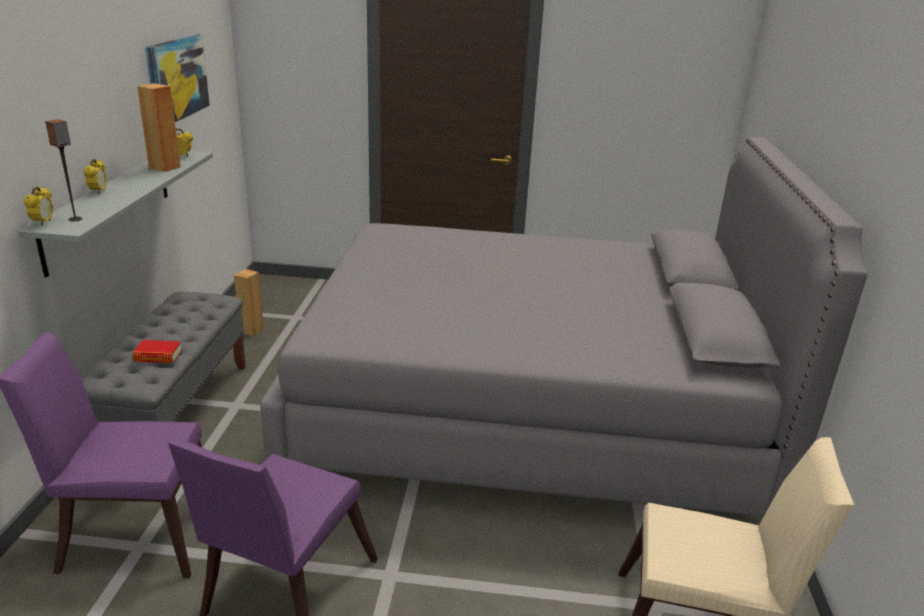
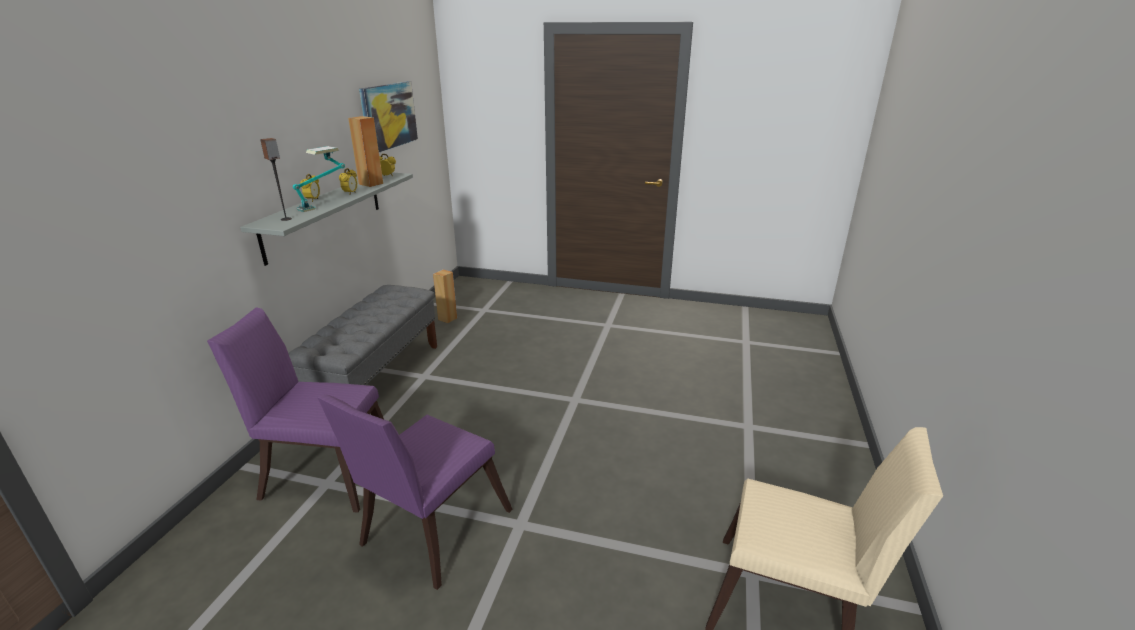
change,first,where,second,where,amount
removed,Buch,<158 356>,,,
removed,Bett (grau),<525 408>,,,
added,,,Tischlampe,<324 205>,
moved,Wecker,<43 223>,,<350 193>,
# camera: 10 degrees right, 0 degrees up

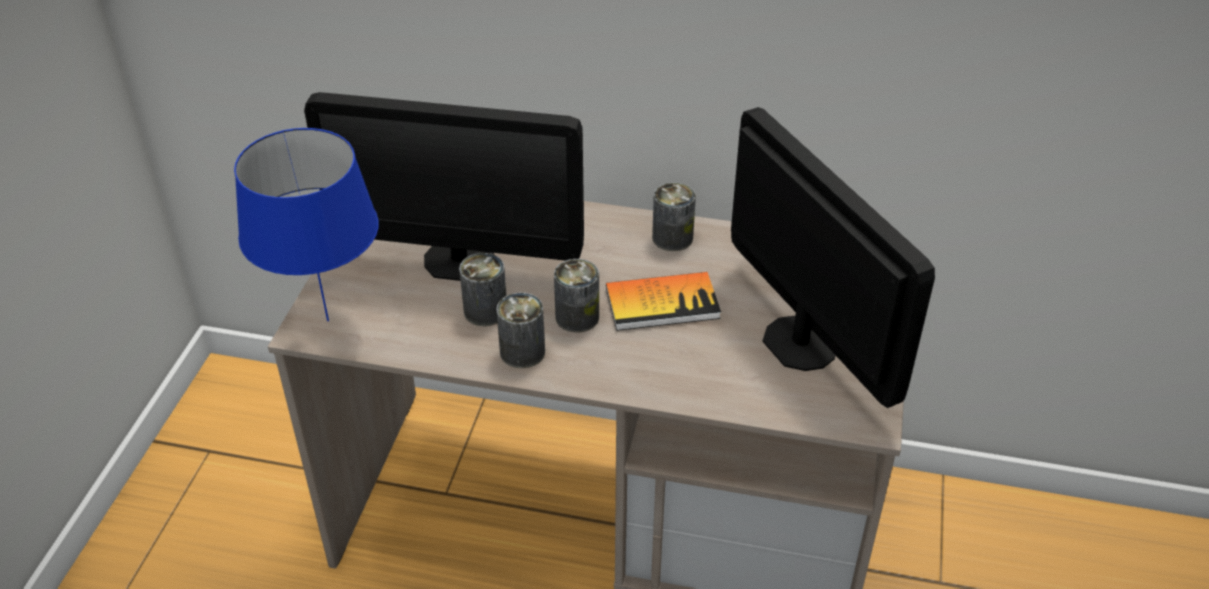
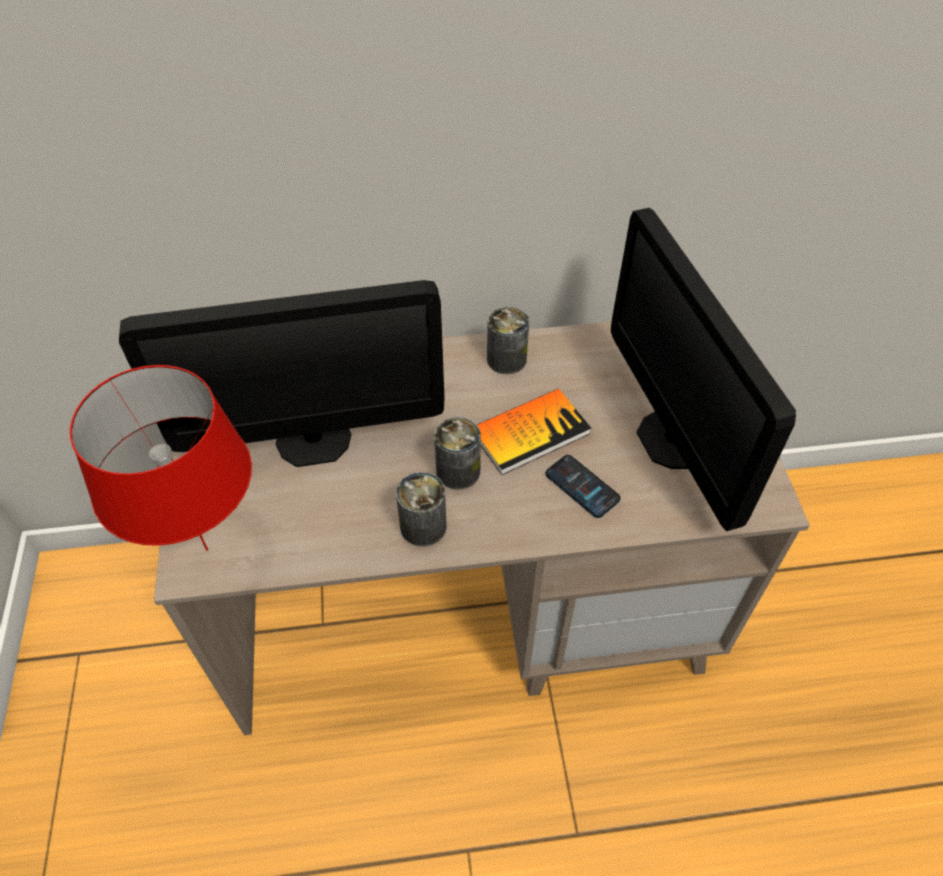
change,first,where,second,where,amount
removed,Dose,<485 311>,,,
added,,,Handy,<582 486>,
recoloured,Tischlampe (blau),<326 320>,Tischlampe (rot),<205 549>,
turned,Monitor,<800 343>,,<672 439>,150 degrees counterclockwise
# camera: 20 degrees left, 10 degrees up

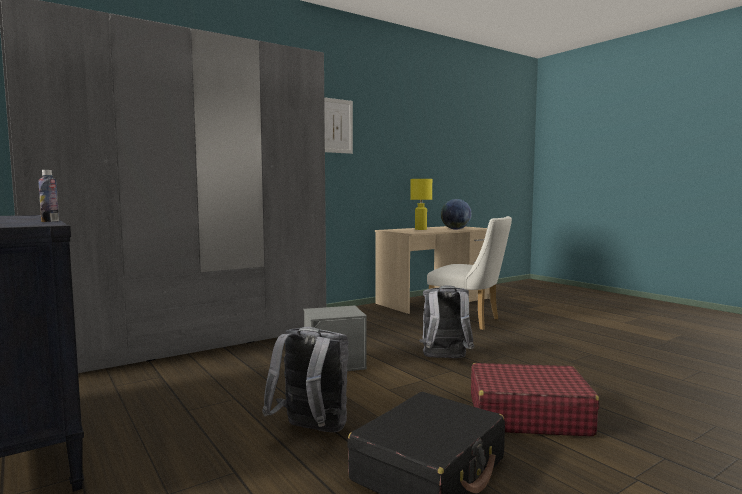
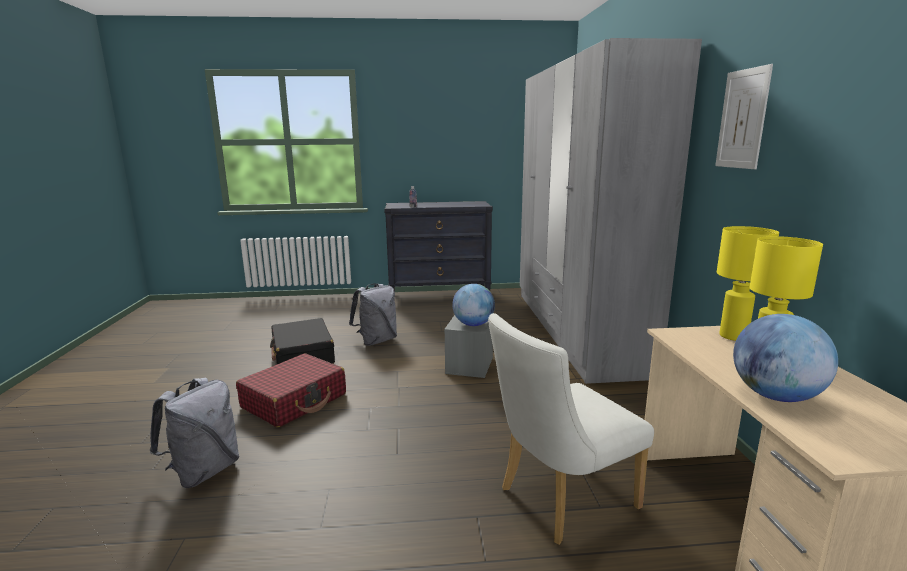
change,first,where,second,where,amount
added,,,Globus,<473 324>,
added,,,Tischlampe (gelb),<733 336>,
moved,Rucksack (grau),<445 359>,,<204 471>,
# camera: 120 degrees right, 10 degrees up

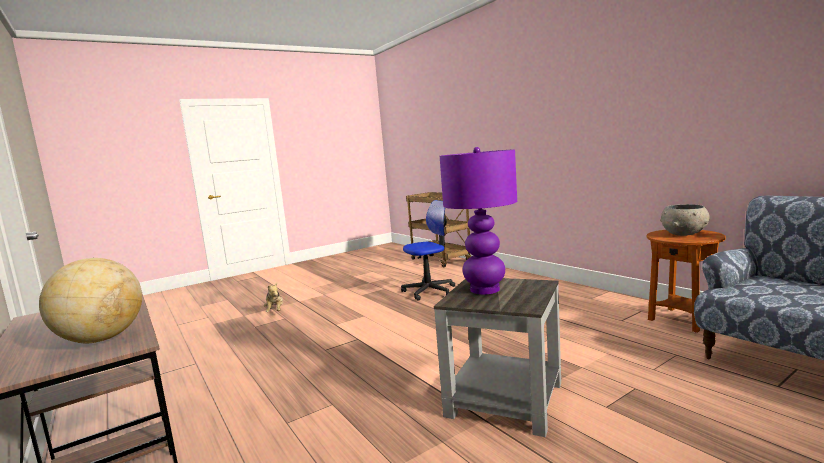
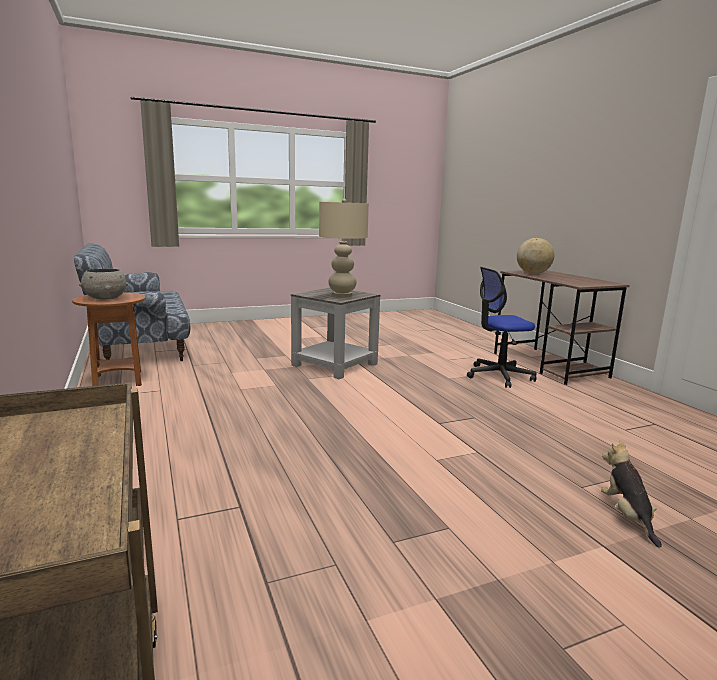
change,first,where,second,where,amount
moved,Bürostuhl,<429 291>,,<499 376>,
recoloured,Tischlampe (lila),<485 289>,Tischlampe (beige),<341 295>,
# camera: 170 degrees left, 5 degrees up

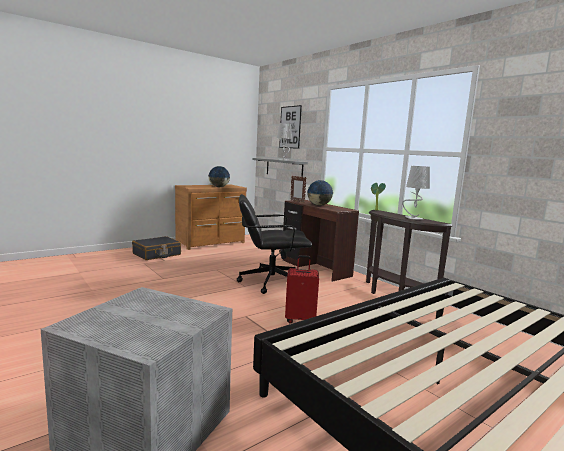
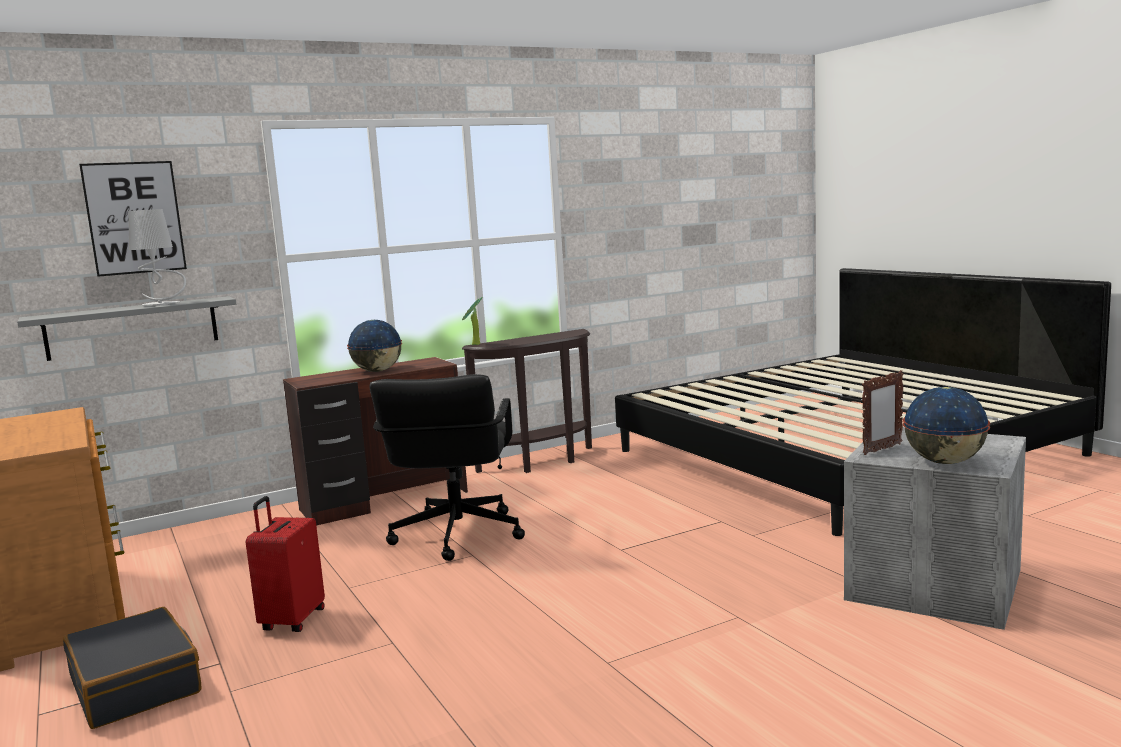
change,first,where,second,where,amount
removed,Tischlampe (grau),<412 218>,,,
moved,Globus,<219 187>,,<945 462>,
moved,Koffer (rot),<300 319>,,<291 621>,
moved,Bilderrahmen,<297 201>,,<882 449>,
# camera: 80 degrees left, 0 degrees up

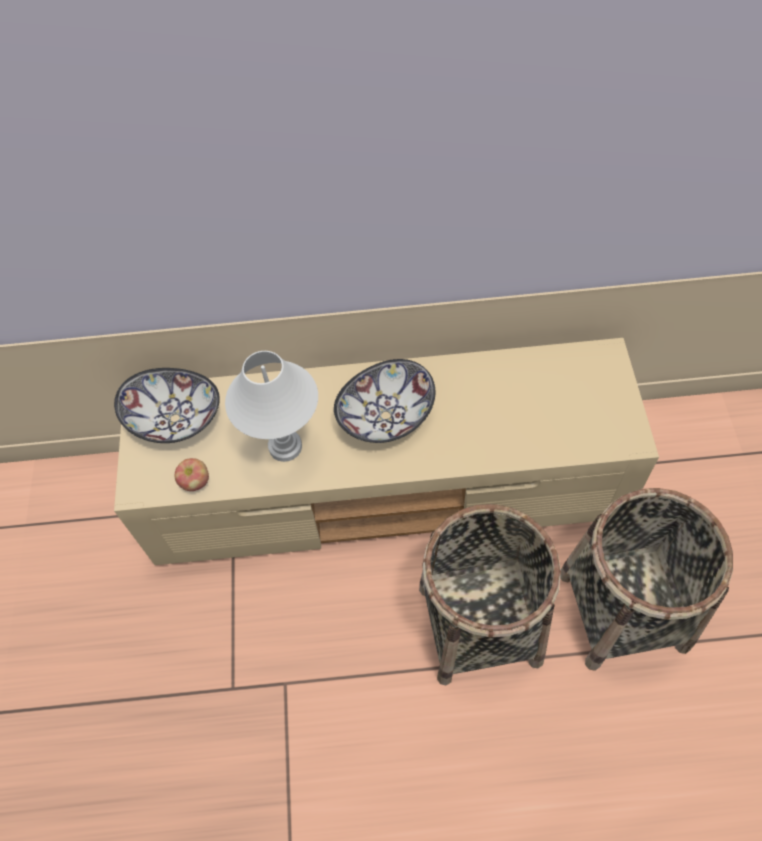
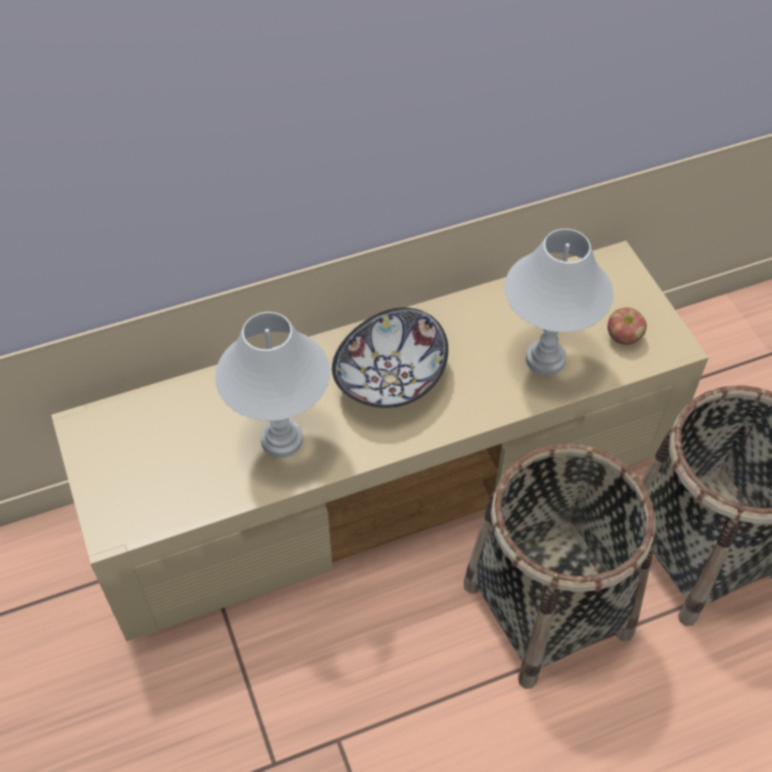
change,first,where,second,where,amount
removed,Schüssel,<174 419>,,,
added,,,Tischlampe (weiß),<546 359>,
moved,Apfel,<195 482>,,<623 337>,
# camera: 20 degrees left, 5 degrees down

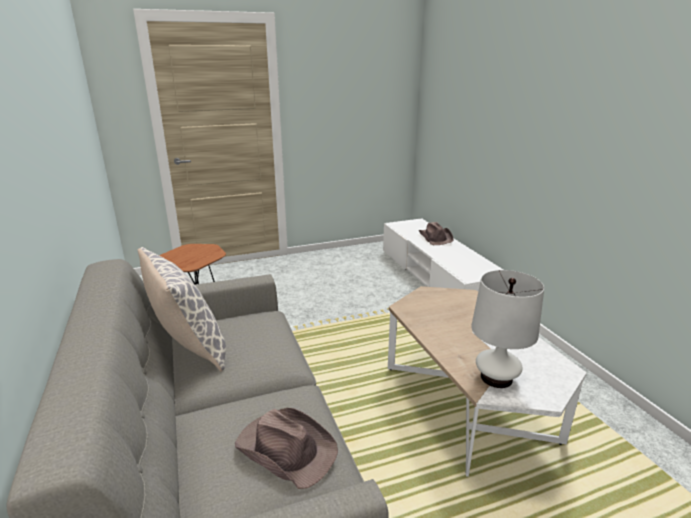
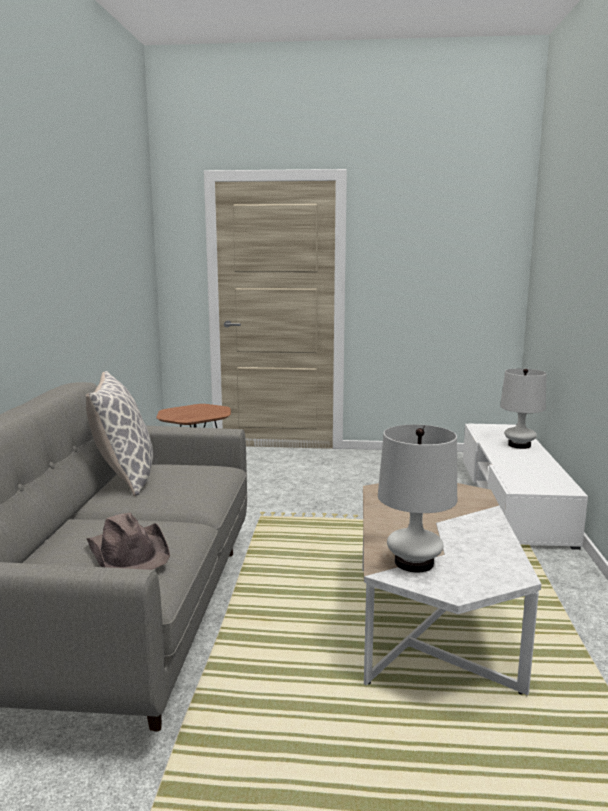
change,first,where,second,where,amount
replaced,Hut (braun),<435 238>,Tischlampe (weiß),<519 445>,
# camera: 25 degrees right, 10 degrees down

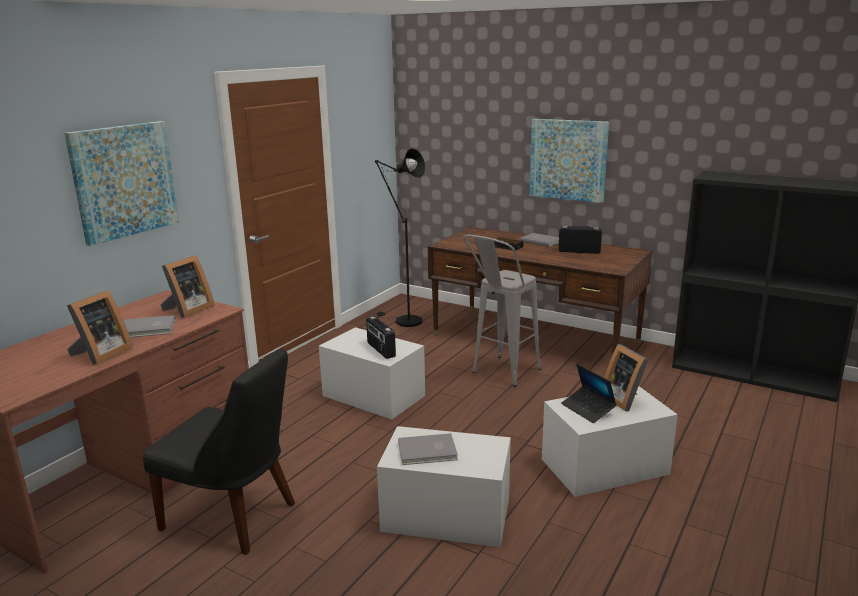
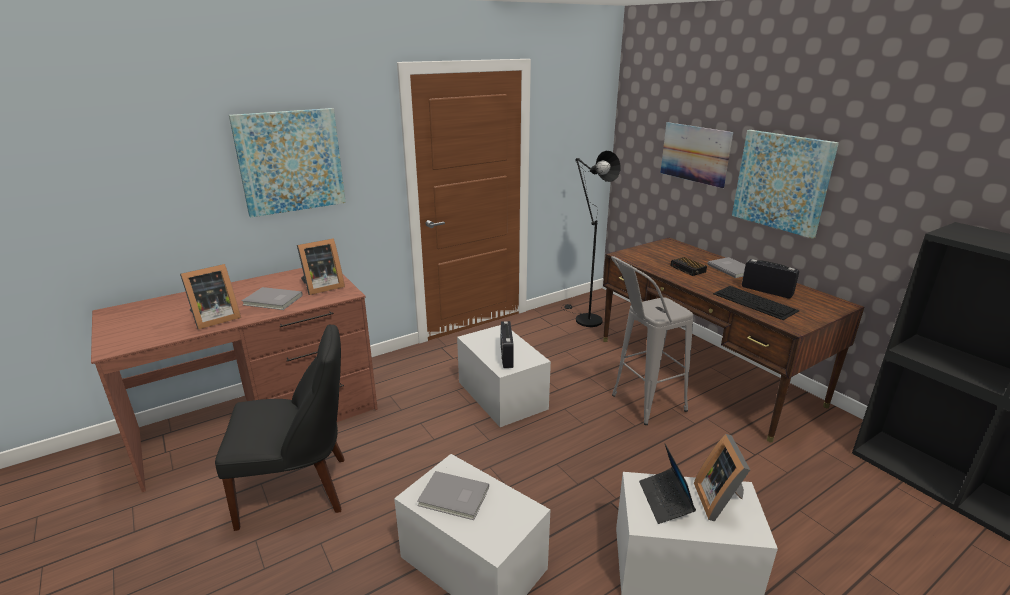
change,first,where,second,where,amount
added,,,Bild,<695 154>,
added,,,Tastatur,<755 302>,
turned,Stuhl (schwarz),<234 517>,,<300 490>,60 degrees counterclockwise
# camera: 25 degrees right, 5 degrees up

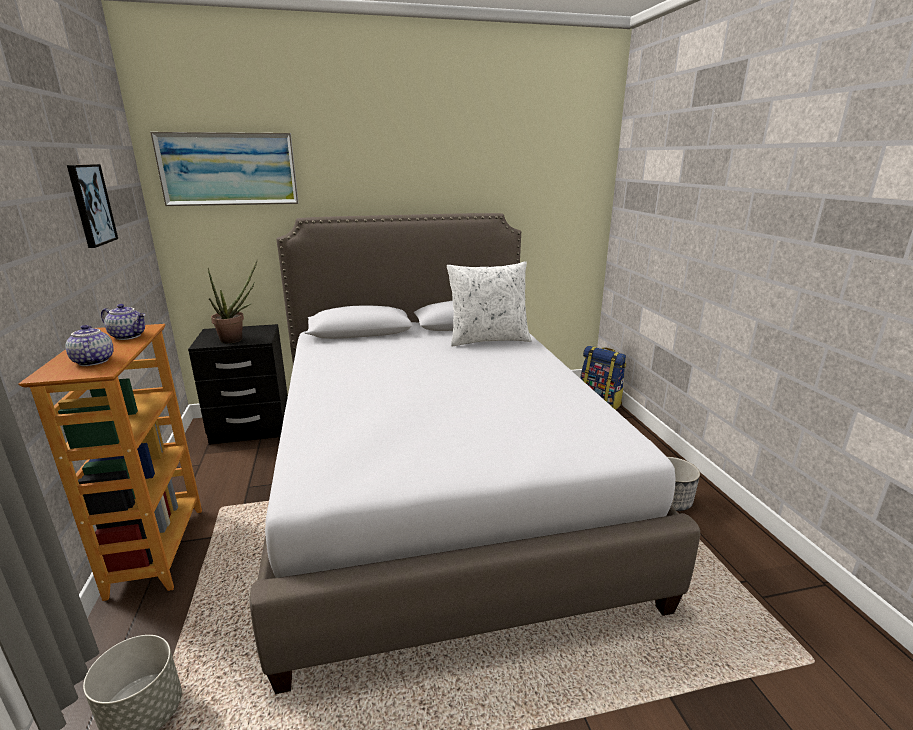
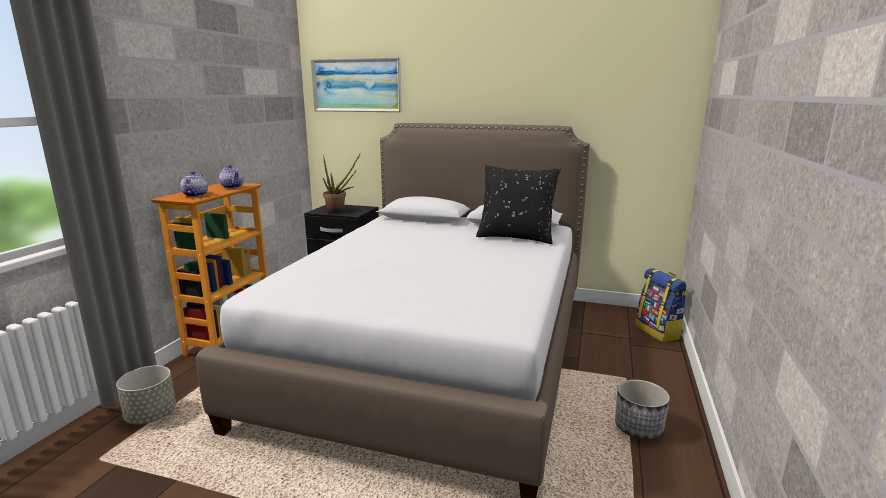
change,first,where,second,where,amount
removed,Bild,<91 205>,,,
recoloured,Kissen (weiß),<488 340>,Kissen (schwarz),<516 237>,
# camera: 30 degrees right, 5 degrees down

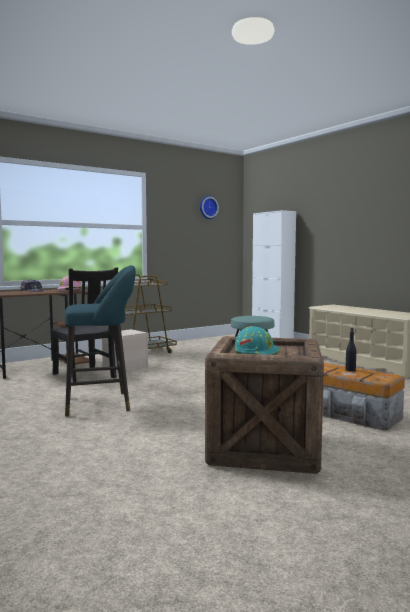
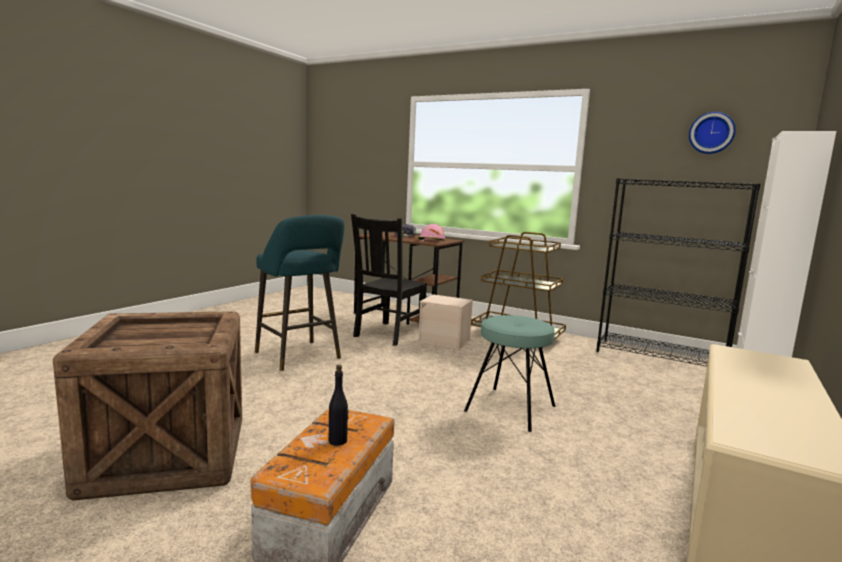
change,first,where,second,where,amount
removed,Schutzhelm (türkis),<257 353>,,,
added,,,Bücherregal (schwarz),<660 357>,
# camera: 65 degrees right, 5 degrees up

